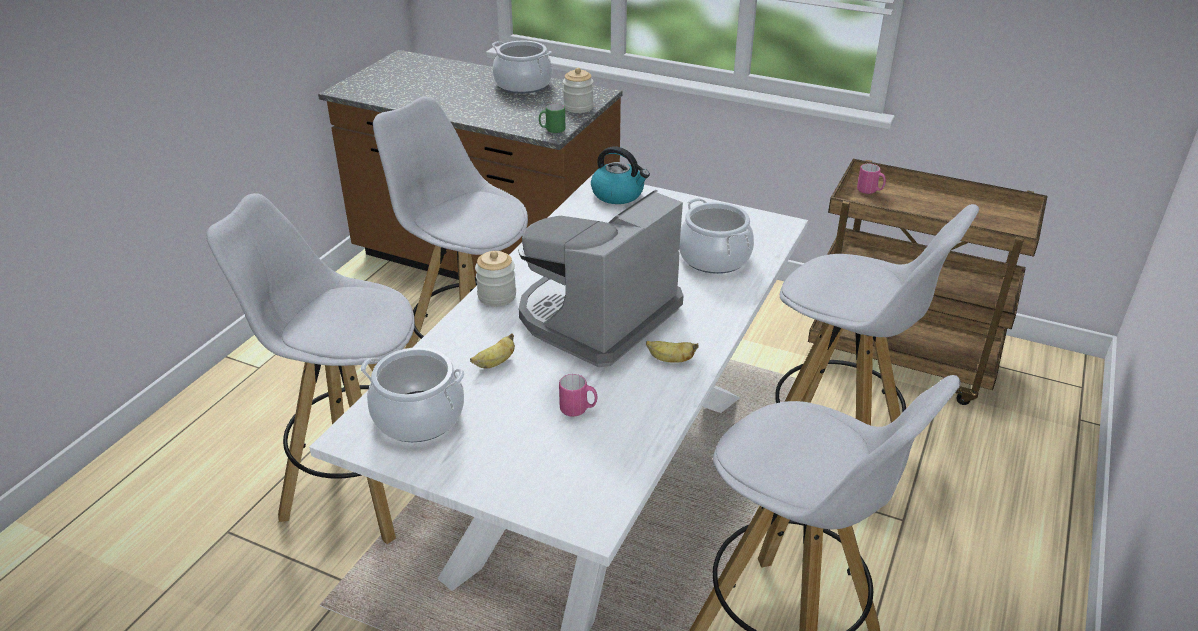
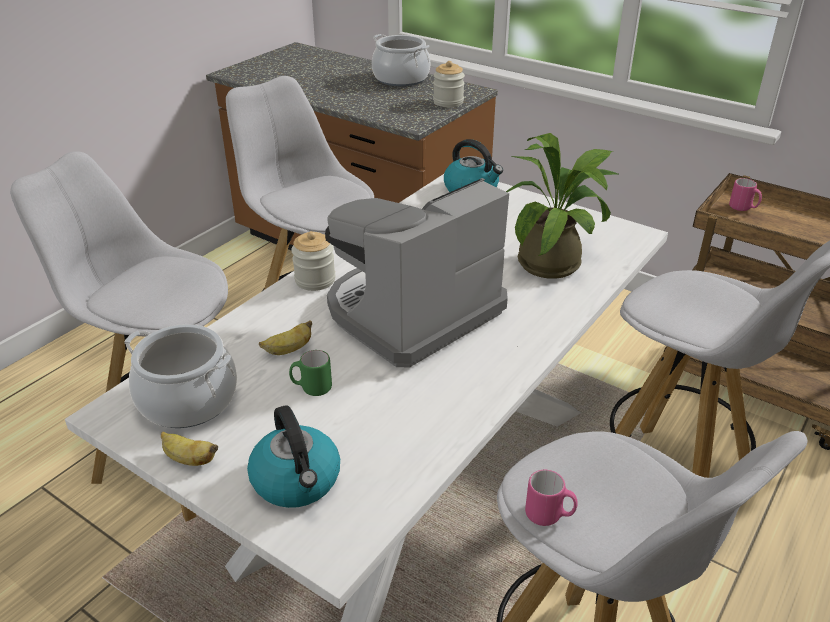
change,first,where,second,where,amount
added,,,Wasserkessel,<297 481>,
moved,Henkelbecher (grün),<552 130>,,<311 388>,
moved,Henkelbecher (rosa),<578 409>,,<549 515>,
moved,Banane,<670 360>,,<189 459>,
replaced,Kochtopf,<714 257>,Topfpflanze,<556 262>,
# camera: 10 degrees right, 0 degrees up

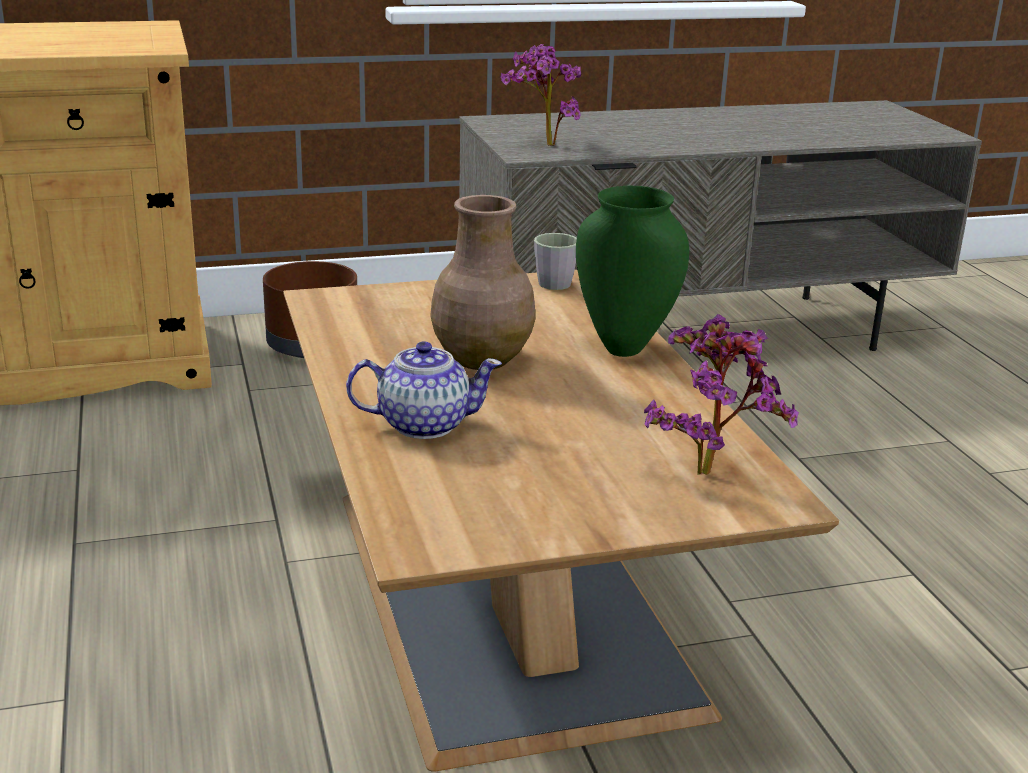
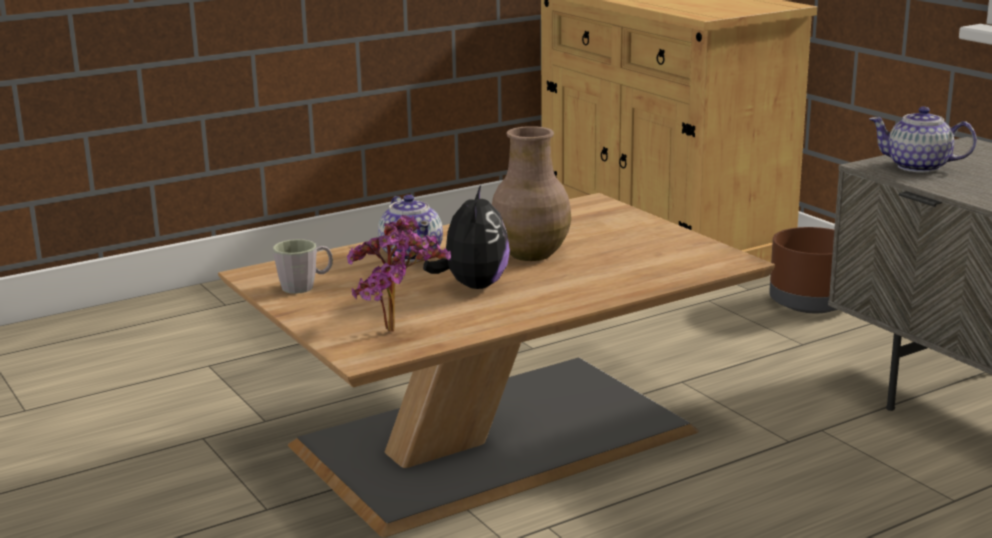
change,first,where,second,where,amount
removed,Vase (grün),<625 347>,,,
added,,,Plüschtier,<473 286>,
moved,Henkelbecher (grau),<553 281>,,<305 286>,
replaced,Topfpflanze,<543 145>,Teekanne,<919 167>,
# camera: 75 degrees right, 5 degrees down

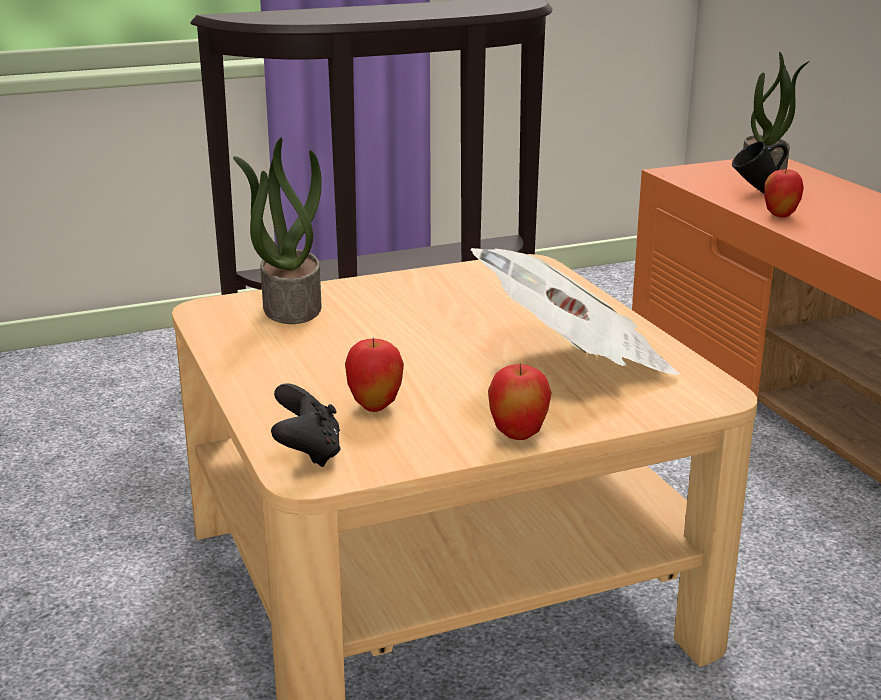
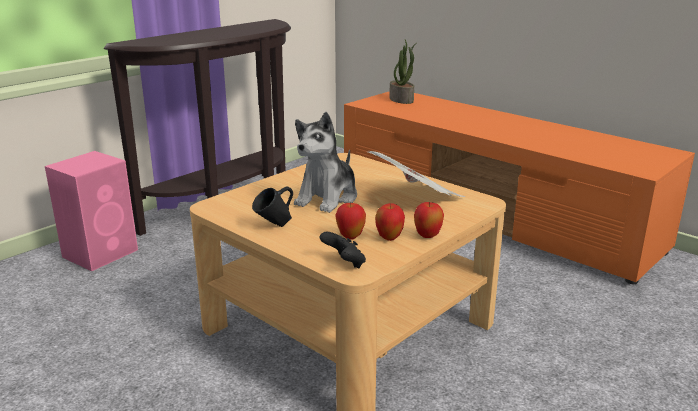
change,first,where,second,where,amount
removed,Topfpflanze,<290 307>,,,
added,,,Lautsprecher (rosa),<102 253>,
added,,,Plüschtier,<328 198>,
moved,Henkelbecher (schwarz),<756 192>,,<274 226>,
moved,Apfel,<780 215>,,<389 238>,
# camera: 25 degrees left, 0 degrees up

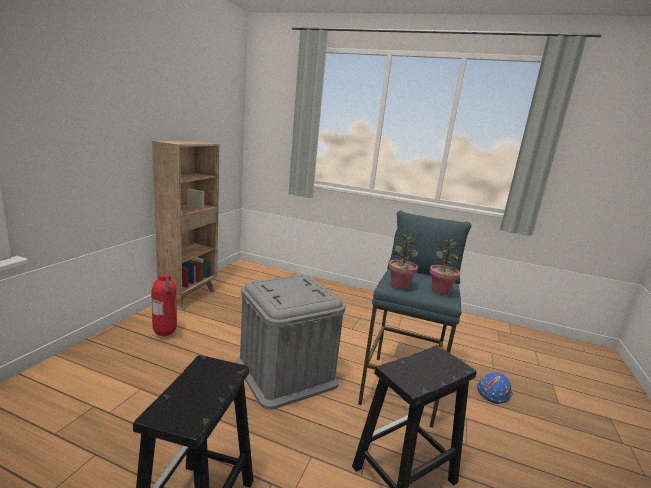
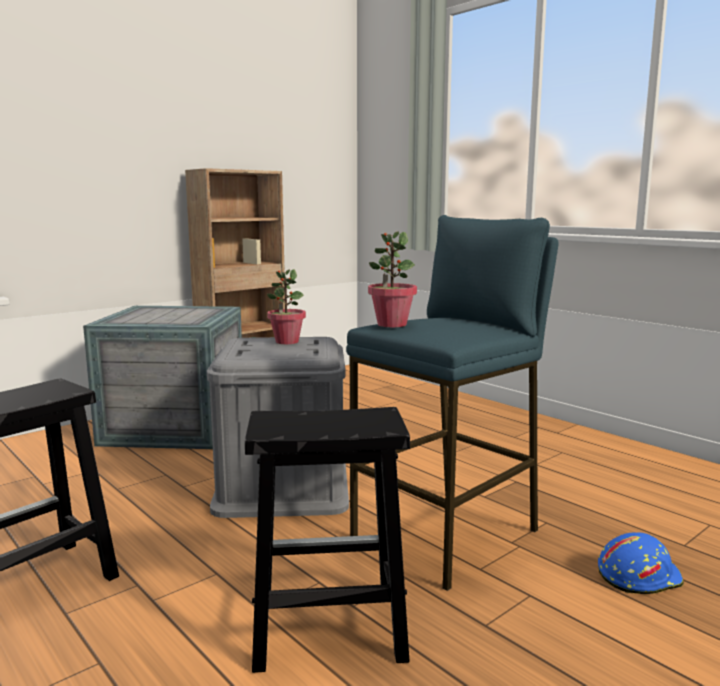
change,first,where,second,where,amount
moved,Topfpflanze,<440 291>,,<286 342>,
replaced,Feuerlöscher,<166 334>,Kiste,<174 427>,
# camera: 30 degrees right, 5 degrees down

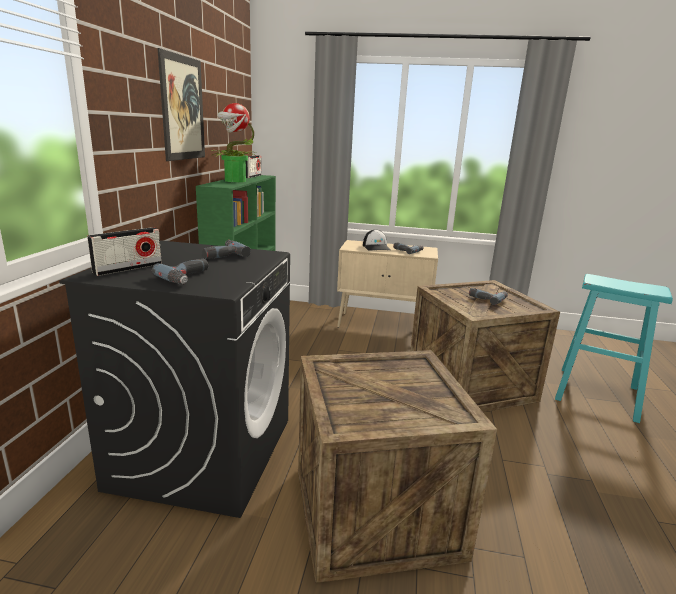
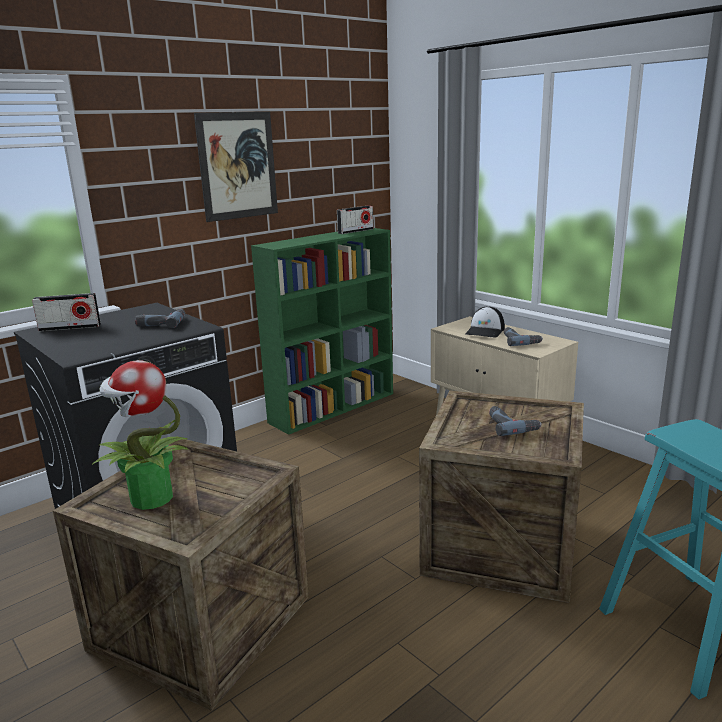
change,first,where,second,where,amount
removed,Bohrmaschine,<188 277>,,,
moved,Topfpflanze,<234 181>,,<150 498>,
# camera: 40 degrees right, 0 degrees up

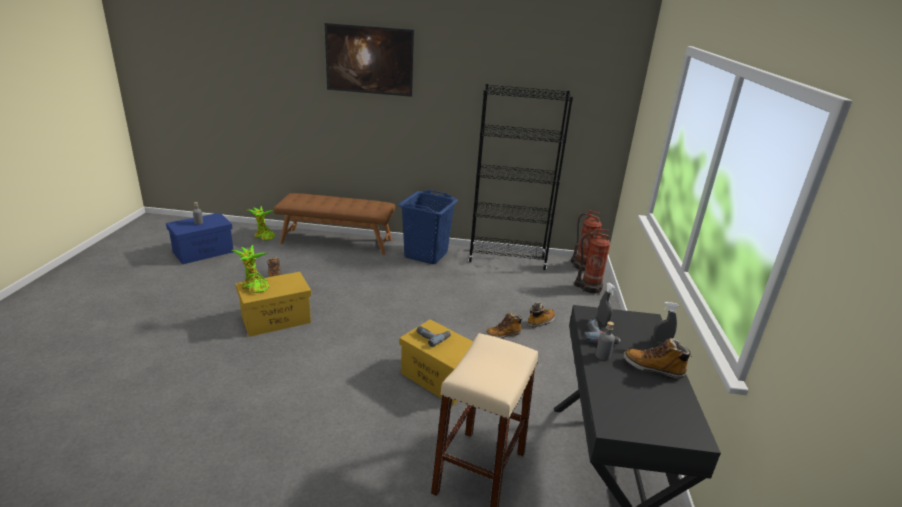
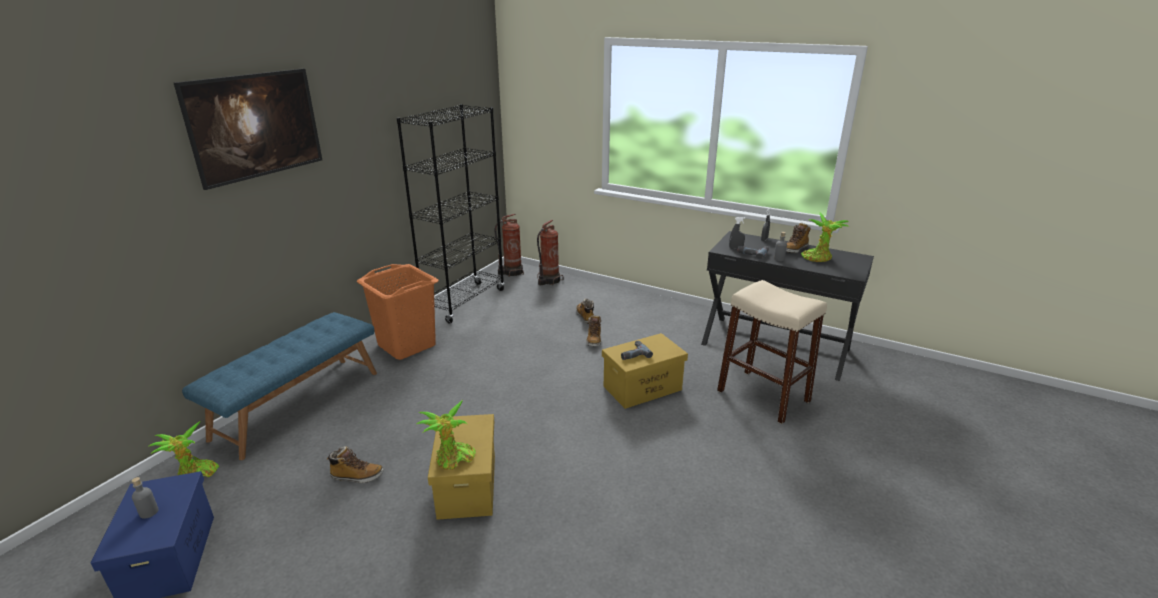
change,first,where,second,where,amount
added,,,Topfpflanze,<818 258>,
recoloured,Bank (braun),<337 241>,Bank (blau),<298 404>,
recoloured,Wäschekorb (blau),<426 254>,Wäschekorb (orange),<407 345>,
# camera: 65 degrees left, 0 degrees up

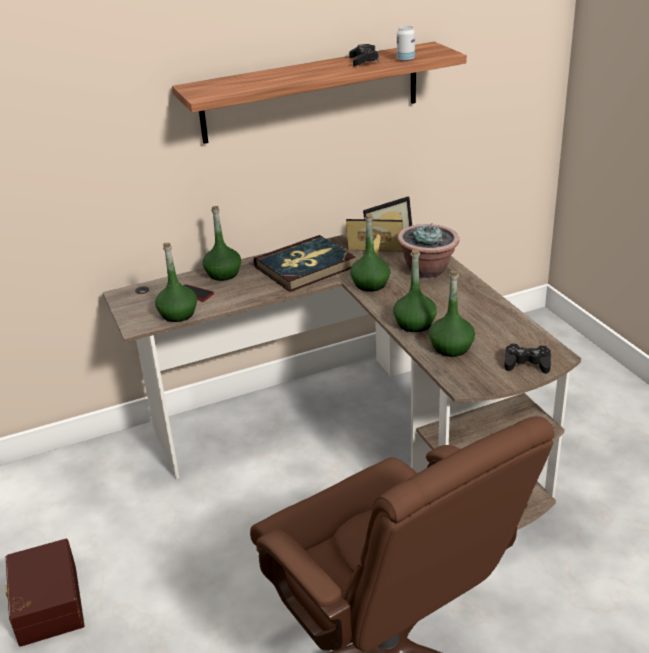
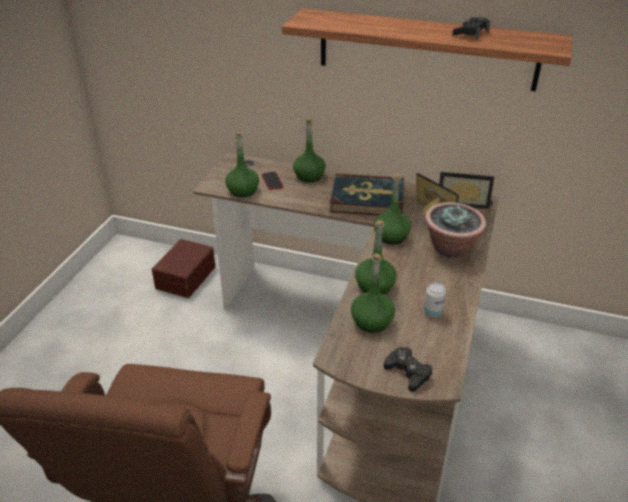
change,first,where,second,where,amount
moved,Aufbewahrungsbox (braun),<46 605>,,<184 277>,
moved,Dose,<405 59>,,<432 312>,
# camera: 40 degrees right, 5 degrees up

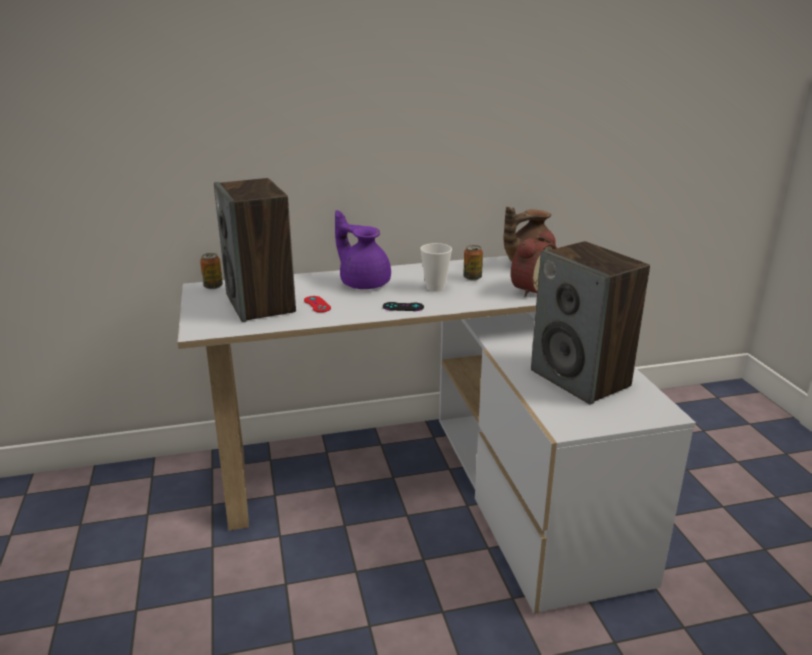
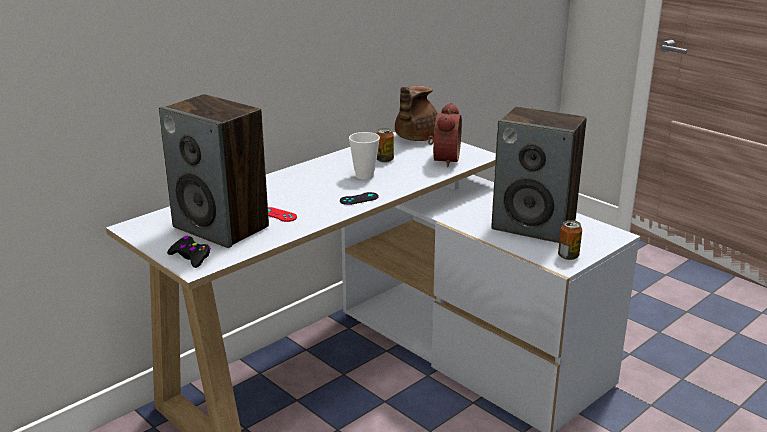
change,first,where,second,where,amount
removed,Teekanne (lila),<364 283>,,,
added,,,Gamepad (schwarz),<191 257>,
moved,Dose,<213 286>,,<568 256>,
# camera: 30 degrees left, 0 degrees up

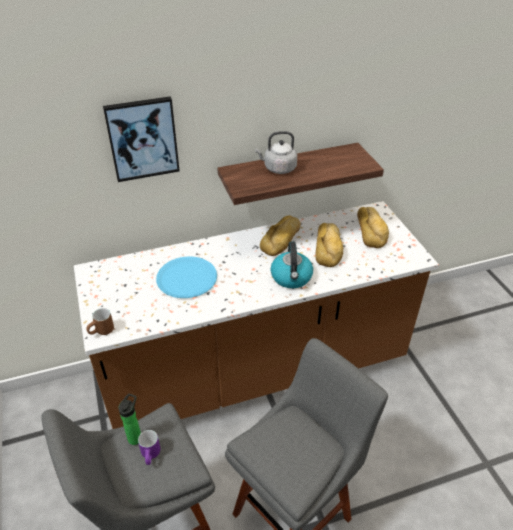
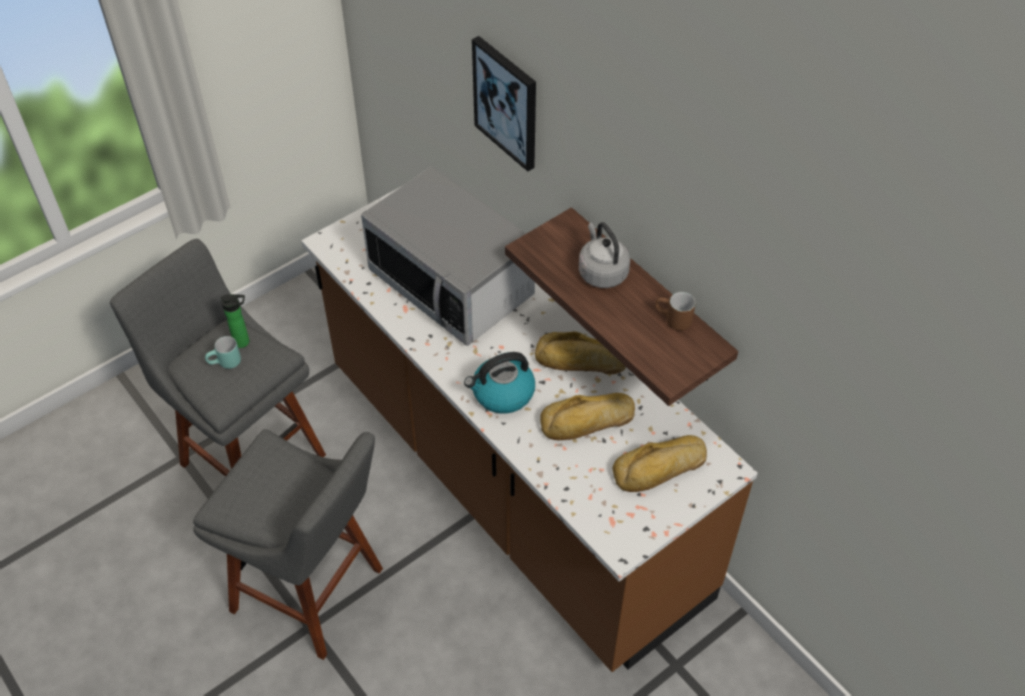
change,first,where,second,where,amount
moved,Henkelbecher (braun),<102 332>,,<672 321>,
replaced,Teller (blau),<187 278>,Mikrowelle,<452 284>,
recoloured,Henkelbecher (lila),<152 455>,Henkelbecher (türkis),<225 364>,
# camera: 70 degrees right, 10 degrees up

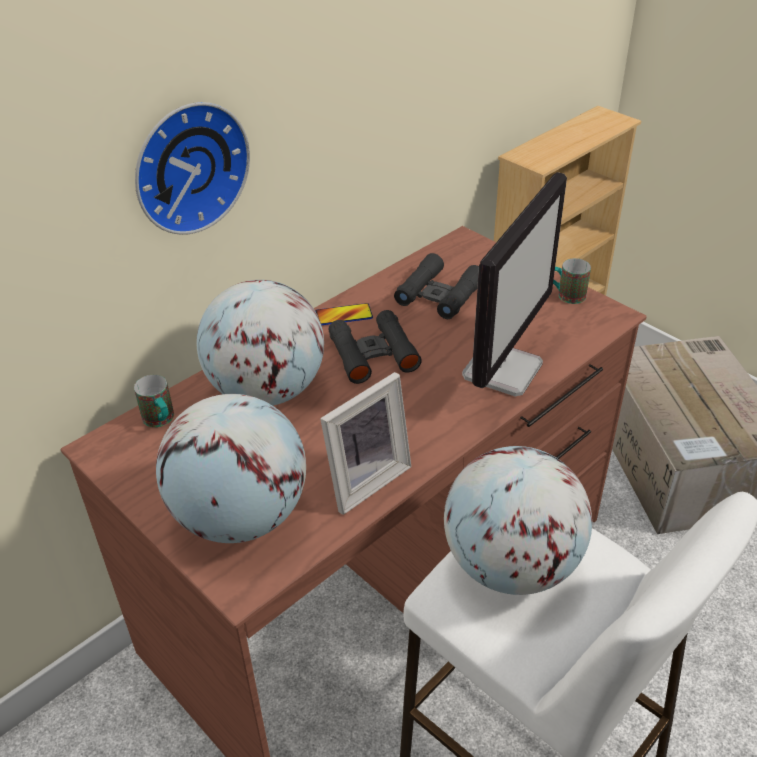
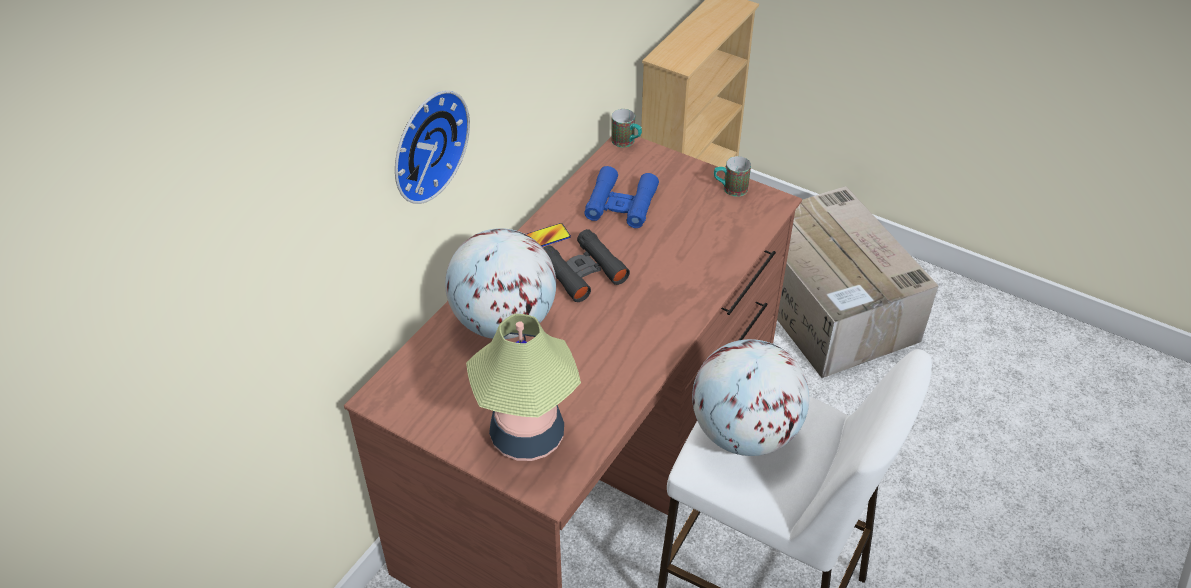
change,first,where,second,where,amount
removed,Bilderrahmen,<364 479>,,,
removed,Monitor,<502 369>,,,
moved,Henkelbecher,<161 421>,,<627 142>,
replaced,Globus,<241 516>,Tischlampe,<527 435>,
recoloured,Fernglas (schwarz),<439 294>,Fernglas (blau),<621 204>,
# camera: 15 degrees left, 5 degrees up

